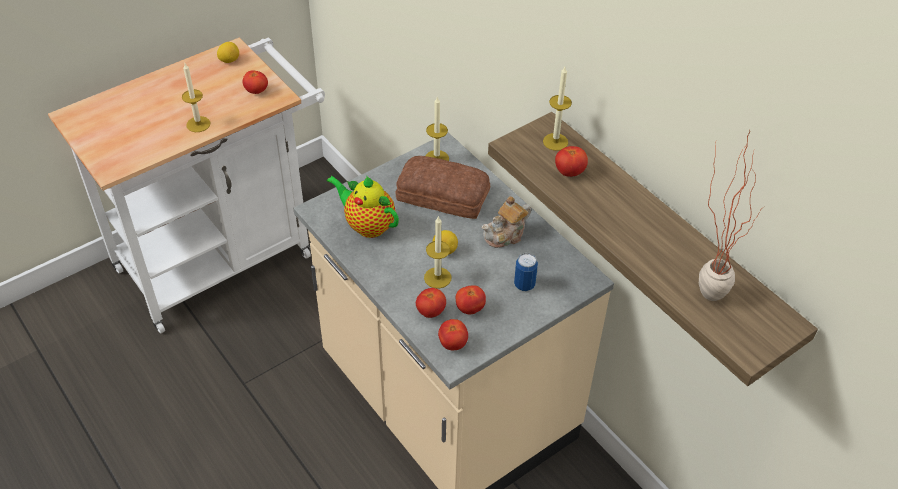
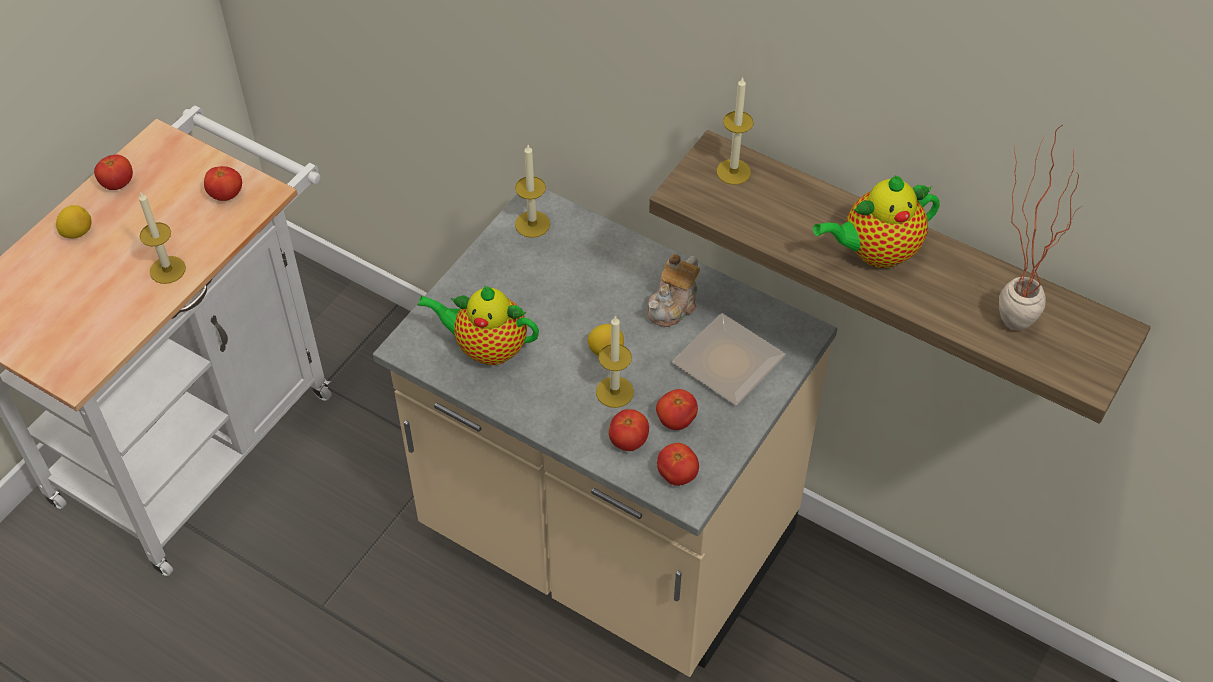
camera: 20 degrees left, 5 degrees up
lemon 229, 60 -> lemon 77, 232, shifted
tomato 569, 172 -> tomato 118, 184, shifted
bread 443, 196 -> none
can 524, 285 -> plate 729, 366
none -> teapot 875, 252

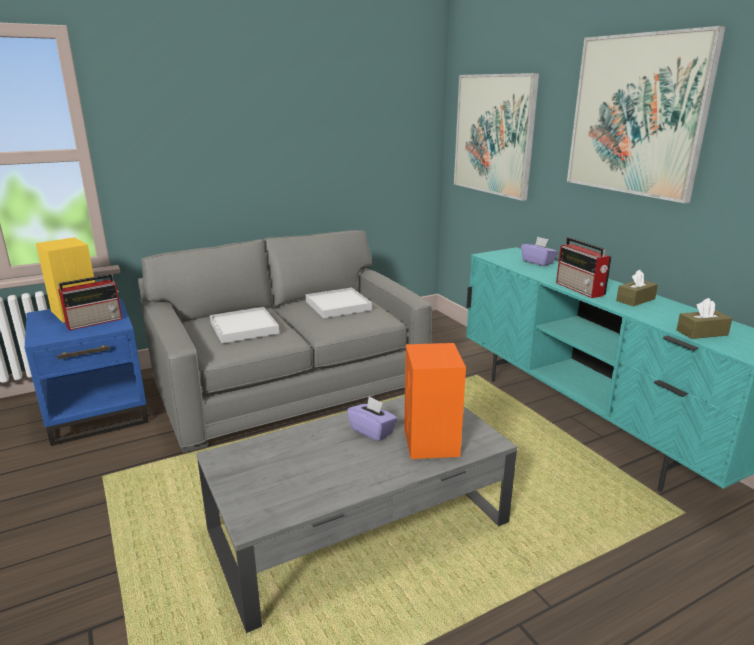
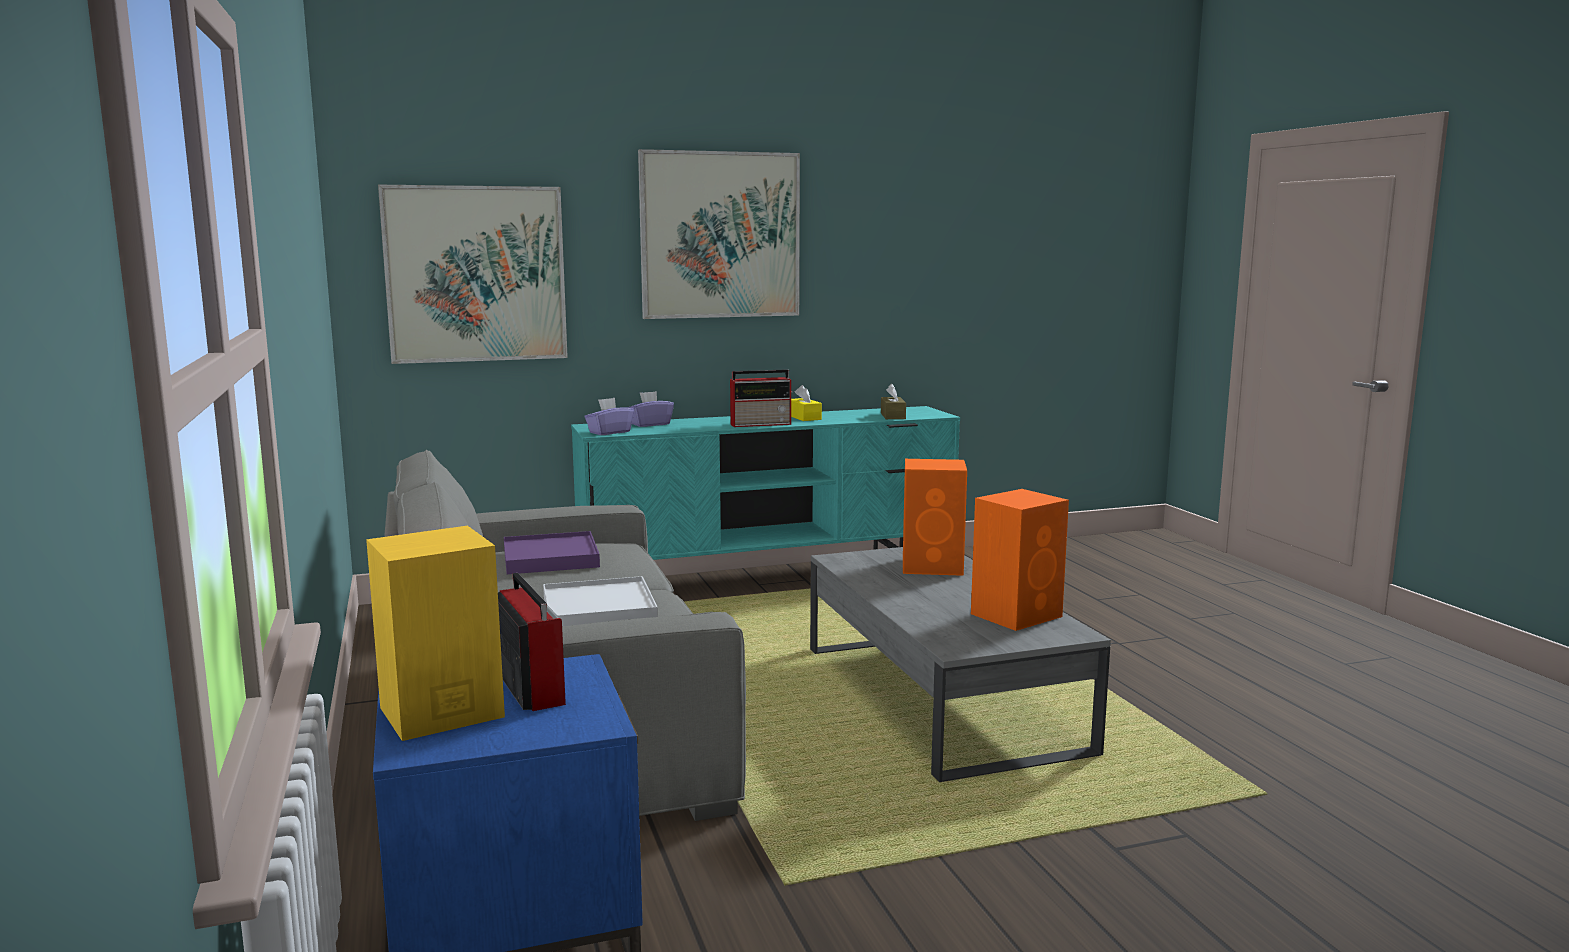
camera: 80 degrees left, 10 degrees down
brown tissue box 635, 300 -> yellow tissue box 804, 417
white tray 338, 305 -> purple tray 550, 558
purple tissue box 372, 431 -> purple tissue box 609, 432, shifted
none -> orange speaker 1017, 615

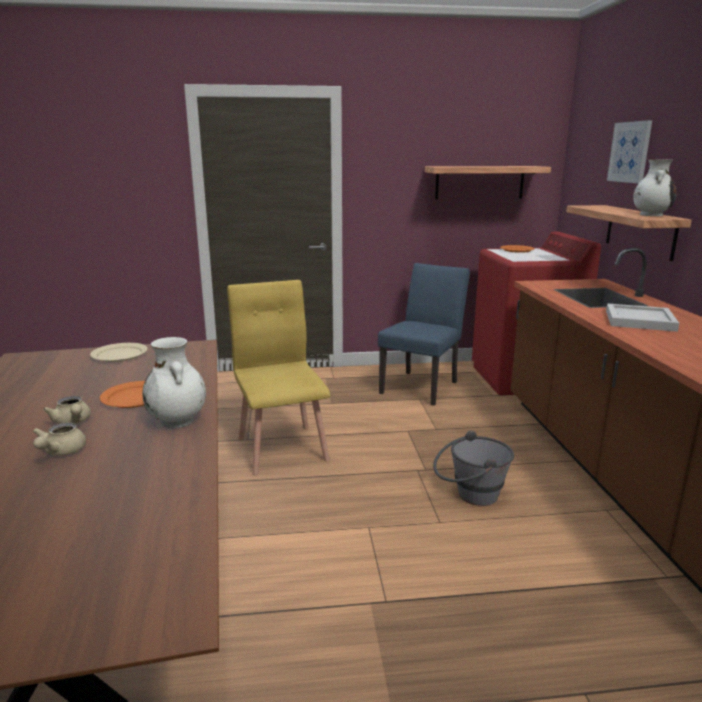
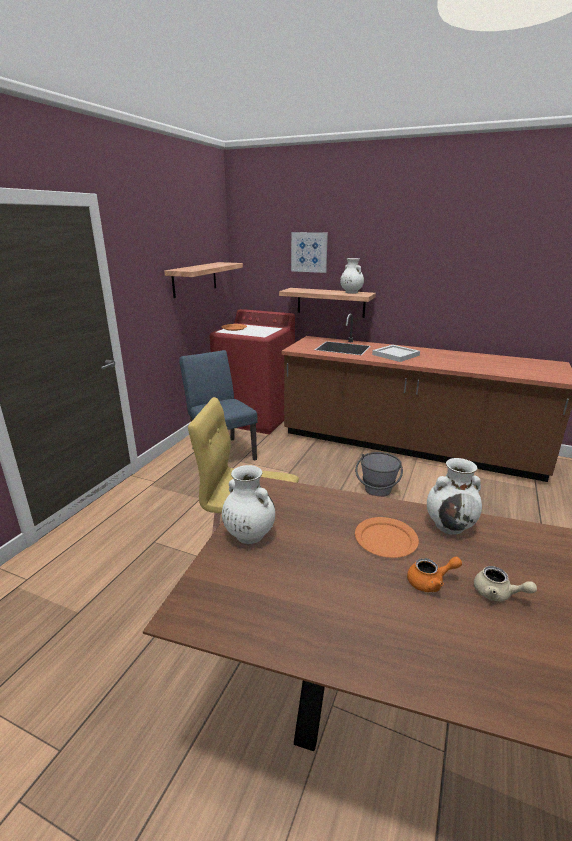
camera: 60 degrees left, 5 degrees up
beige plate 119, 354 -> white vase 249, 534
beige teapot 72, 422 -> orange teapot 430, 582

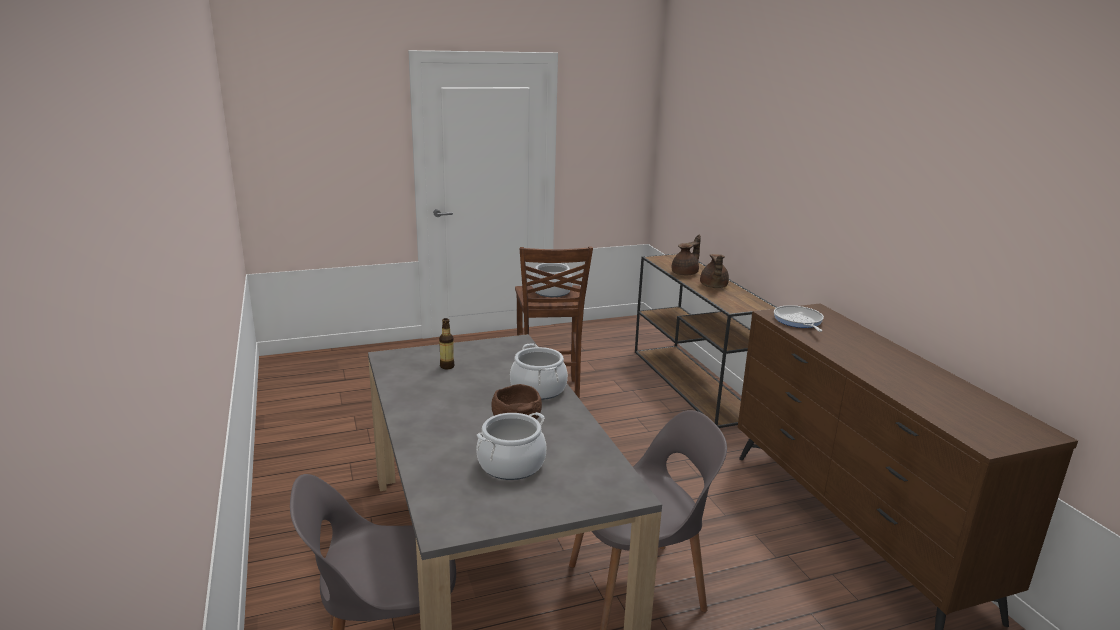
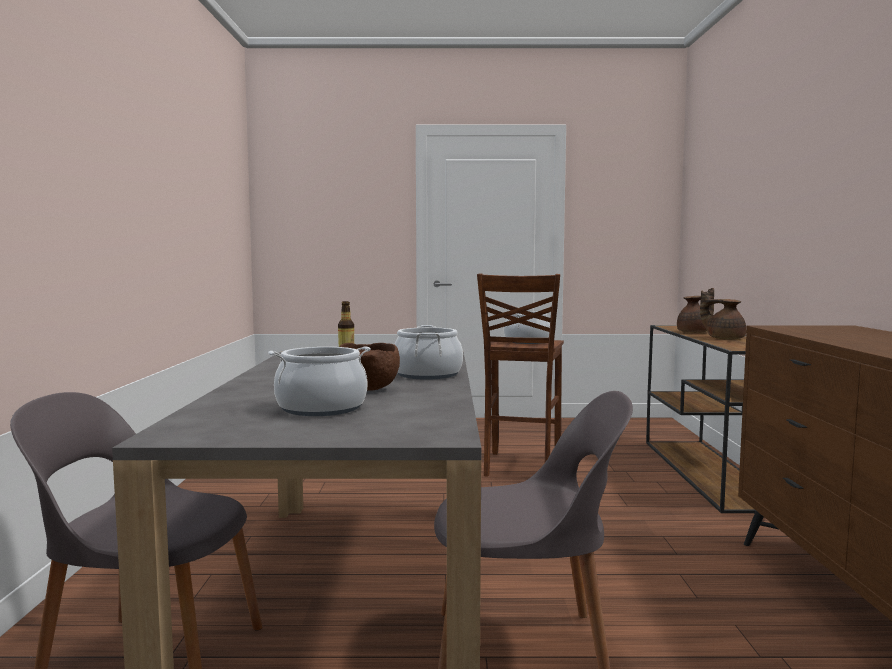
camera: 20 degrees right, 15 degrees down
brown teapot 713, 286 -> brown teapot 724, 338, 105 degrees clockwise
frying pan 798, 321 -> none

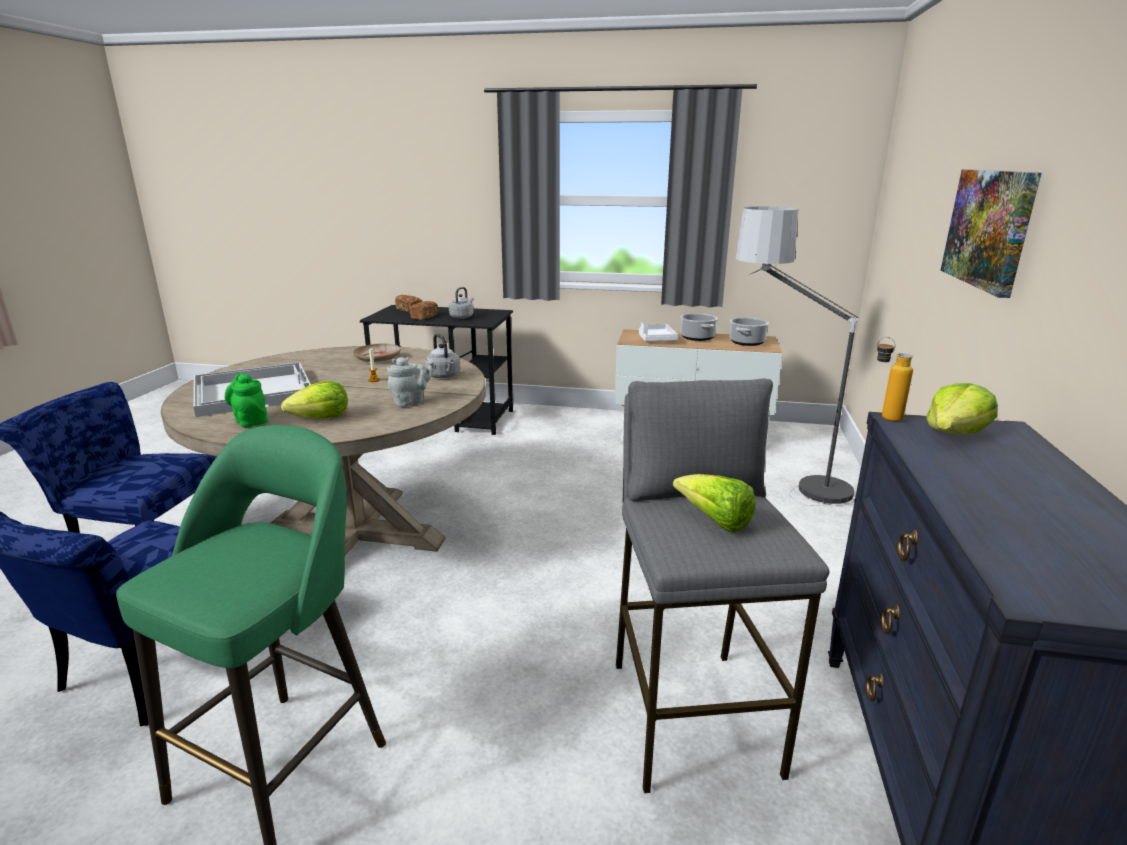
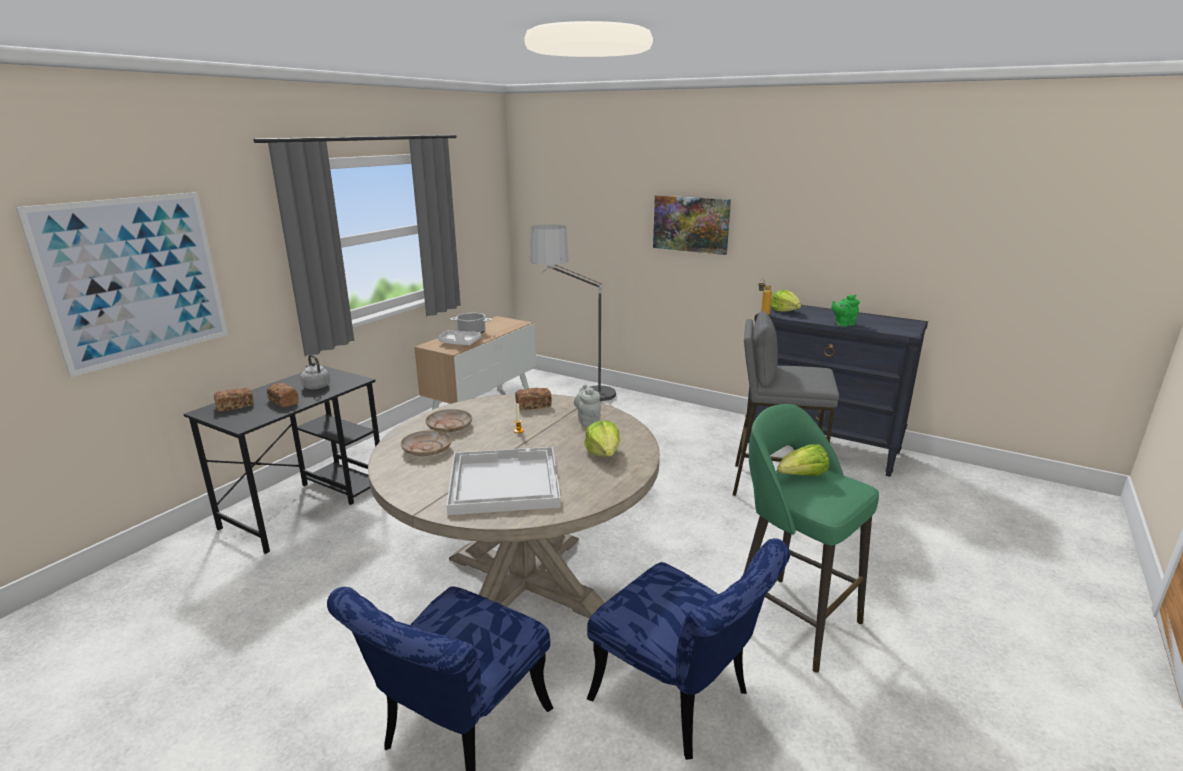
camera: 70 degrees left, 0 degrees up
cooking pot 746, 342 -> none
grey kettle 444, 376 -> bread 533, 405
green teapot 250, 421 -> green teapot 843, 324, shifted
lettuce 714, 521 -> lettuce 802, 477, shifted
none -> picture 136, 279
none -> beige plate 427, 449

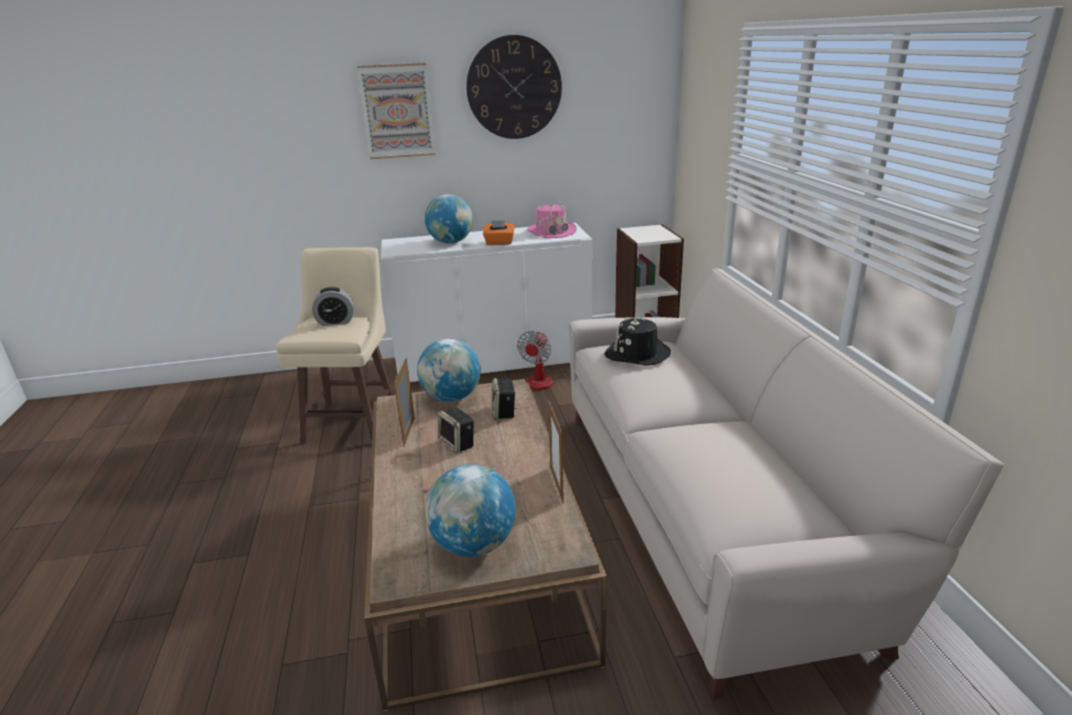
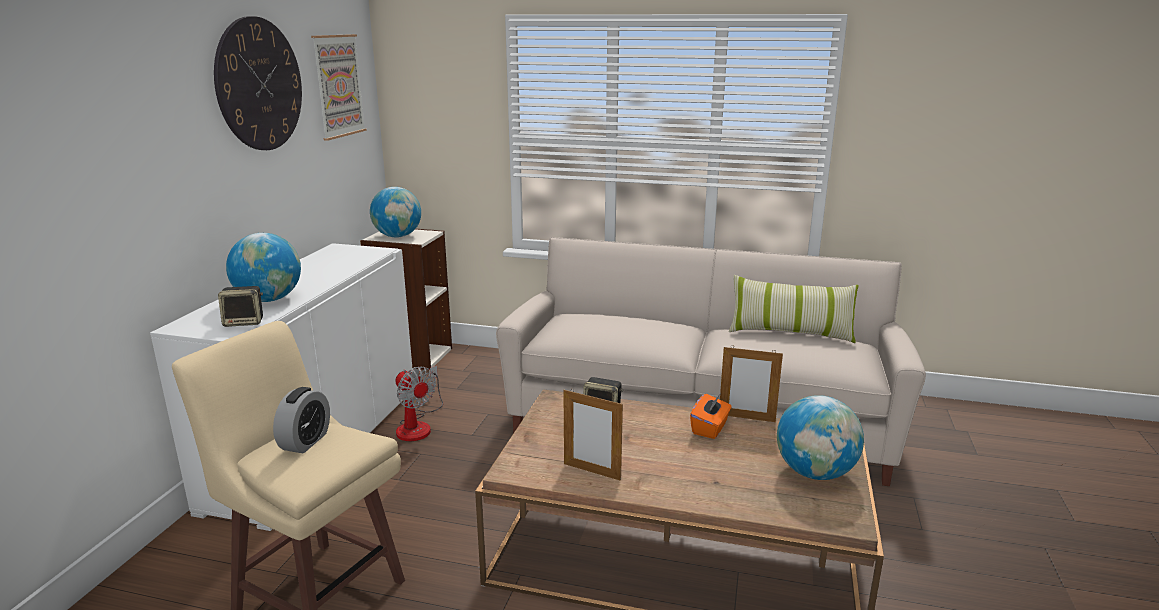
camera: 65 degrees left, 5 degrees down
picture 397, 111 -> picture 338, 86, shifted
pink hat 551, 232 -> none
orange tissue box 499, 243 -> orange tissue box 710, 428, shifted
black hat 637, 354 -> none
globe 452, 397 -> globe 398, 236, shifted
speaker 458, 444 -> speaker 245, 322, shifted
none -> pillow 790, 332

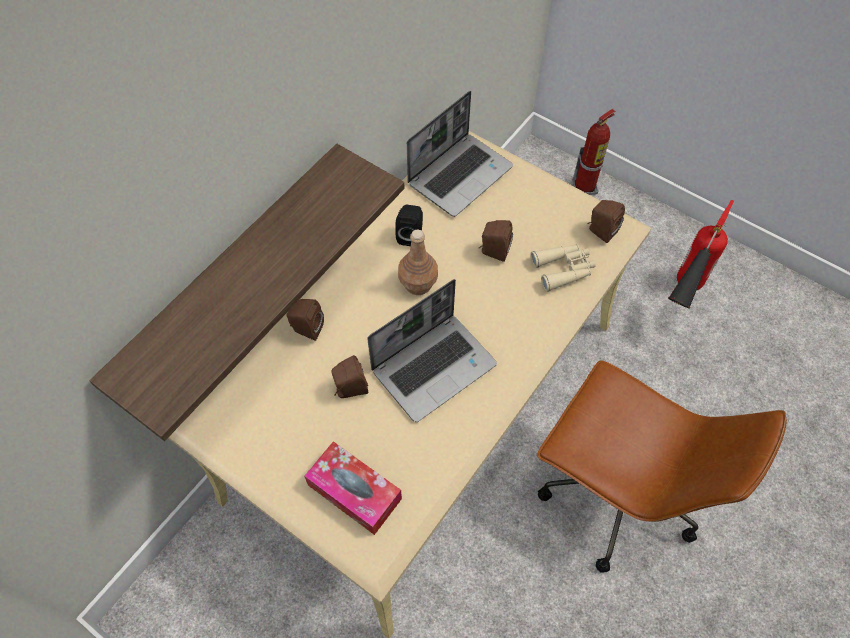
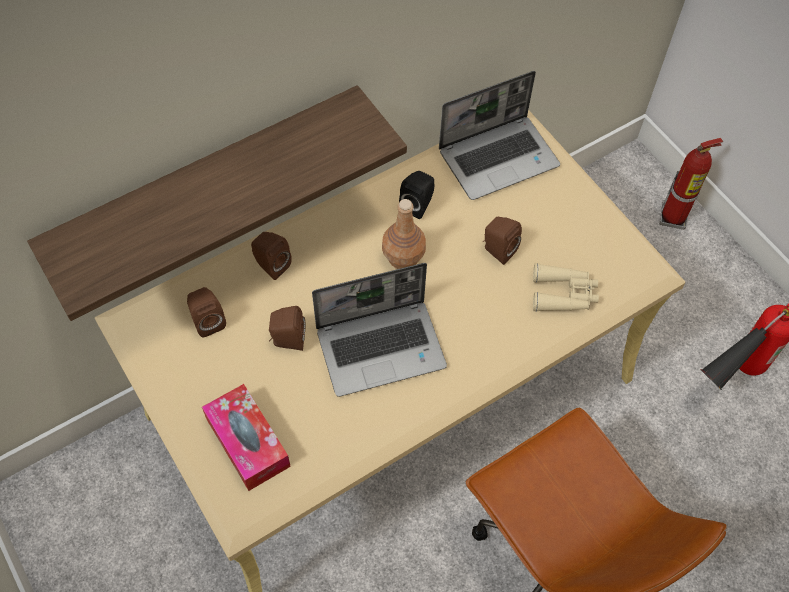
camera: 20 degrees right, 0 degrees up
brown speaker 600, 231 -> brown speaker 208, 321, shifted

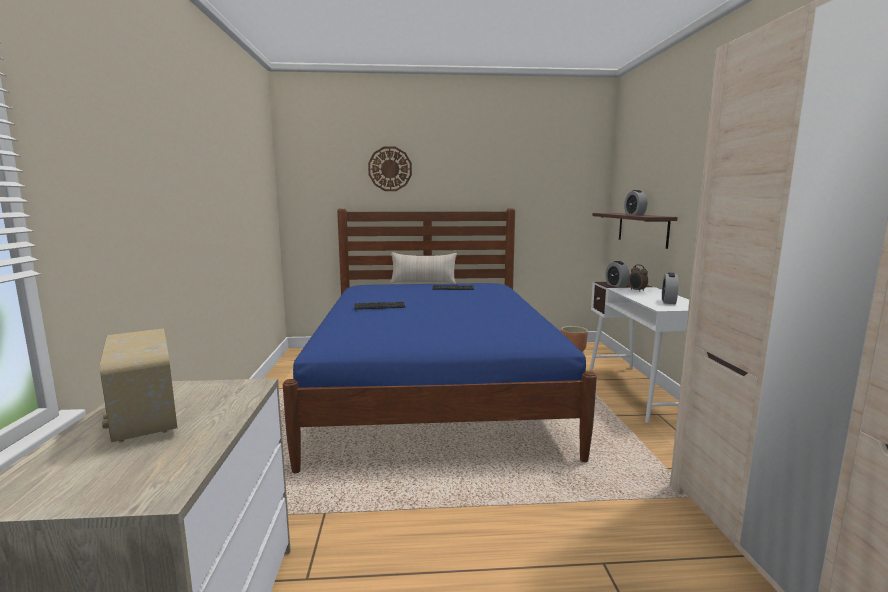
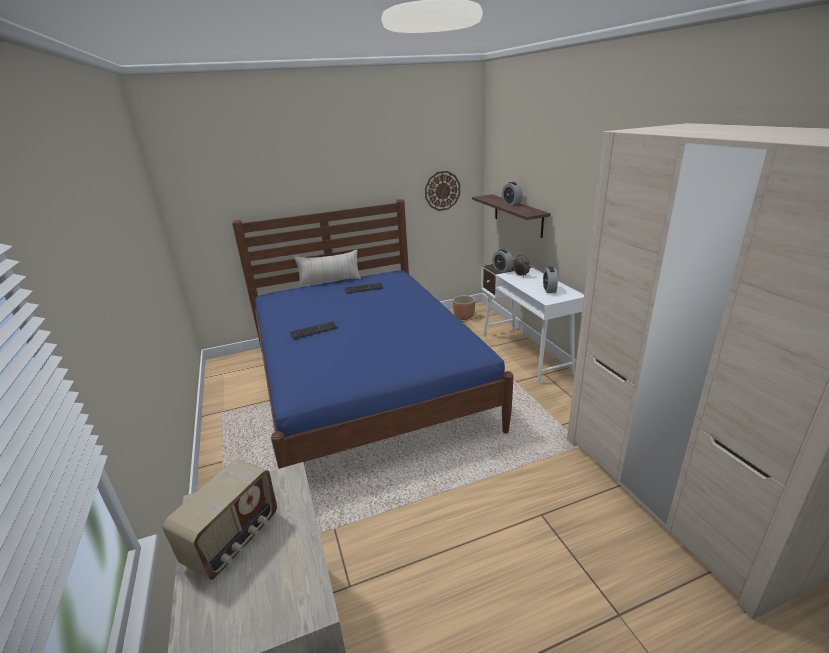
camera: 15 degrees left, 15 degrees up
wall clock 390, 169 -> wall clock 442, 191, shifted
radio 143, 420 -> radio 234, 540, 105 degrees counterclockwise

